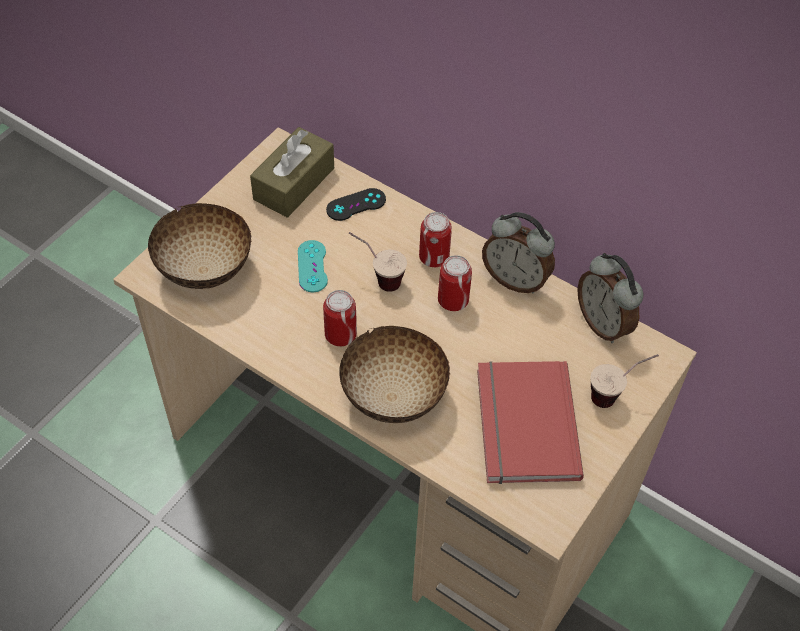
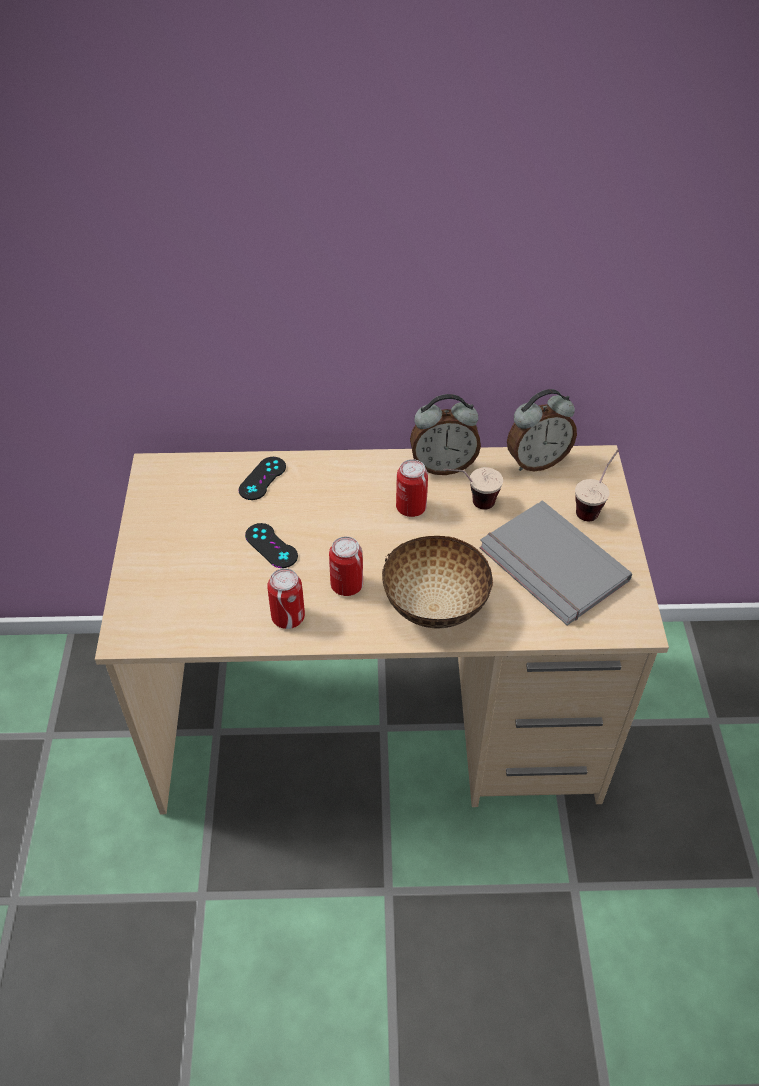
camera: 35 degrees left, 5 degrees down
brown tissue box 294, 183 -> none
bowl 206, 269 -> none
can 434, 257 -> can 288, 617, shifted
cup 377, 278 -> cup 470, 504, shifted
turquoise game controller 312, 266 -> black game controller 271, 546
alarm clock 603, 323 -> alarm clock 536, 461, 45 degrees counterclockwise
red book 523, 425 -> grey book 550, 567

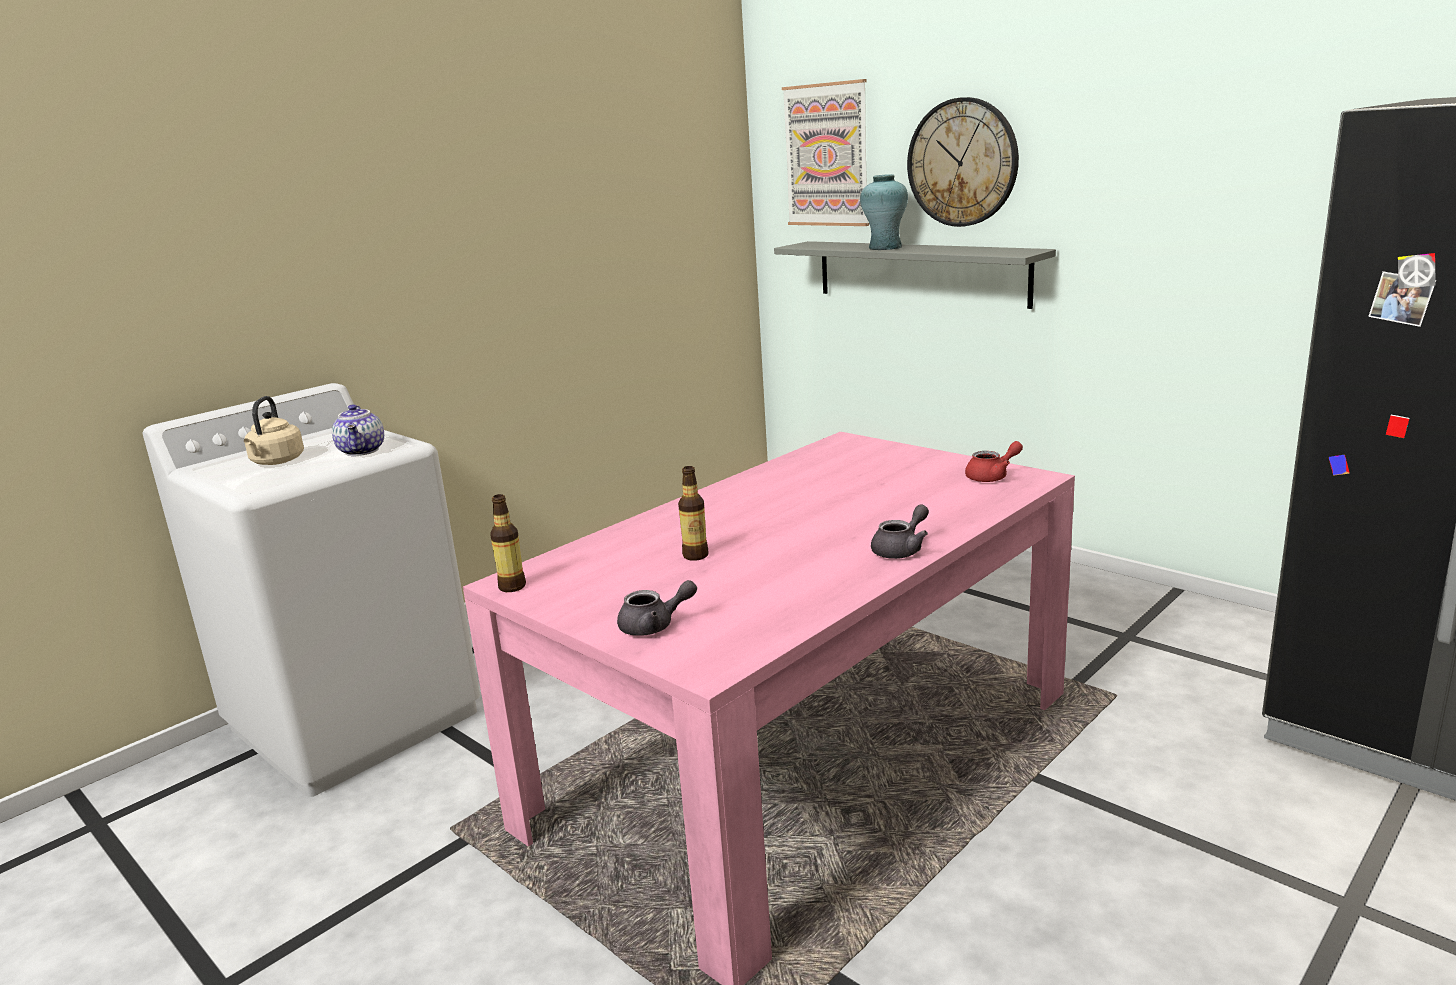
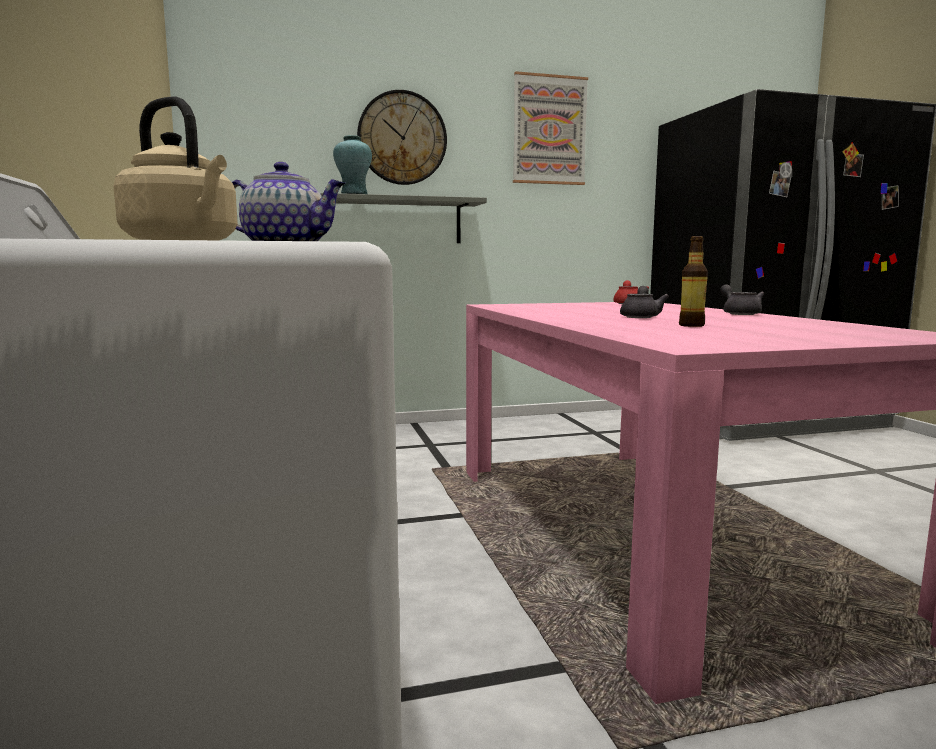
camera: 60 degrees left, 10 degrees down
picture 827, 155 -> picture 549, 130, shifted
bottle 512, 587 -> none
grey teapot 654, 626 -> grey teapot 641, 316, shifted

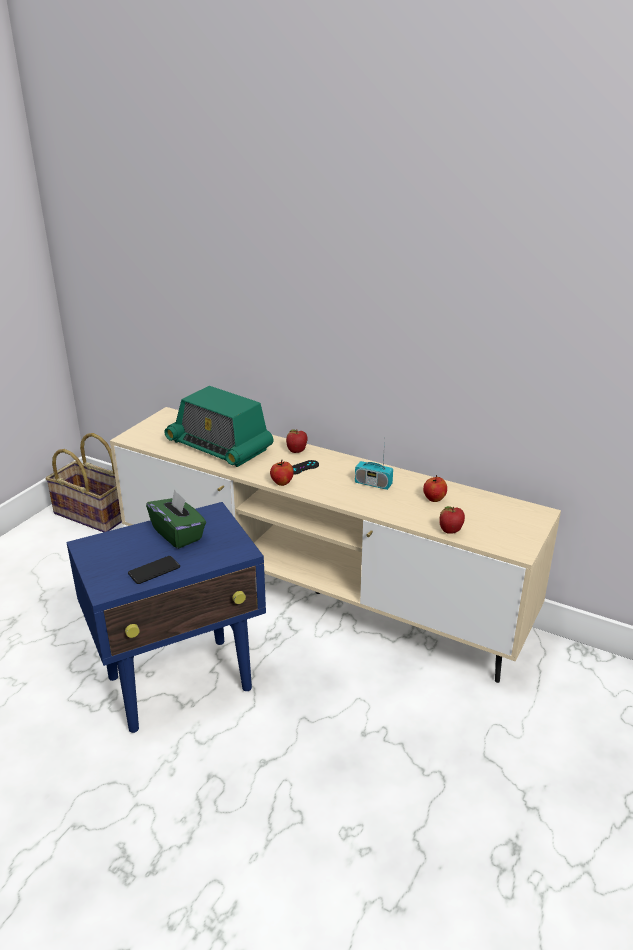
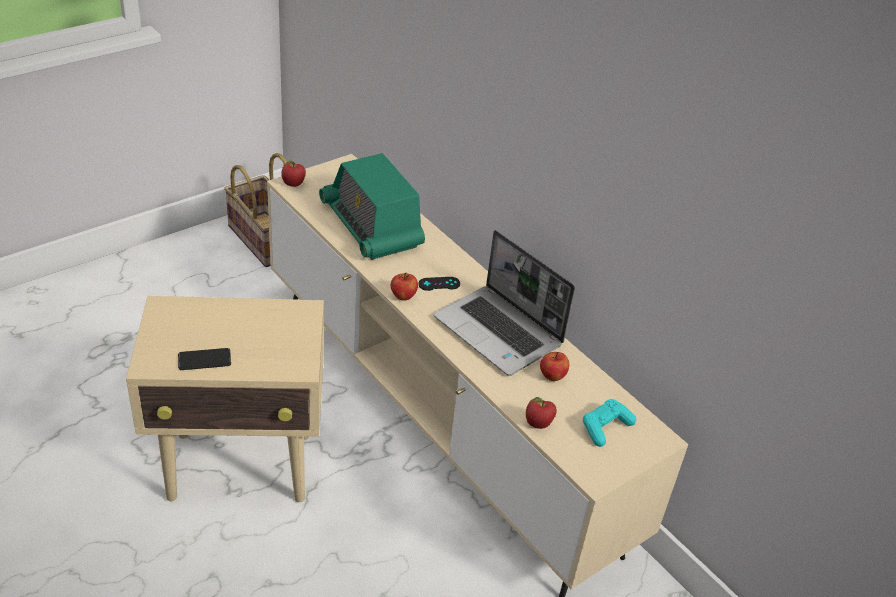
camera: 20 degrees right, 10 degrees up
apple 297, 451 -> apple 293, 185, shifted
radio 373, 484 -> laptop 500, 332
green tissue box 178, 534 -> none
blue side table 181, 683 -> beige side table 242, 467
none -> turquoise game controller 605, 427

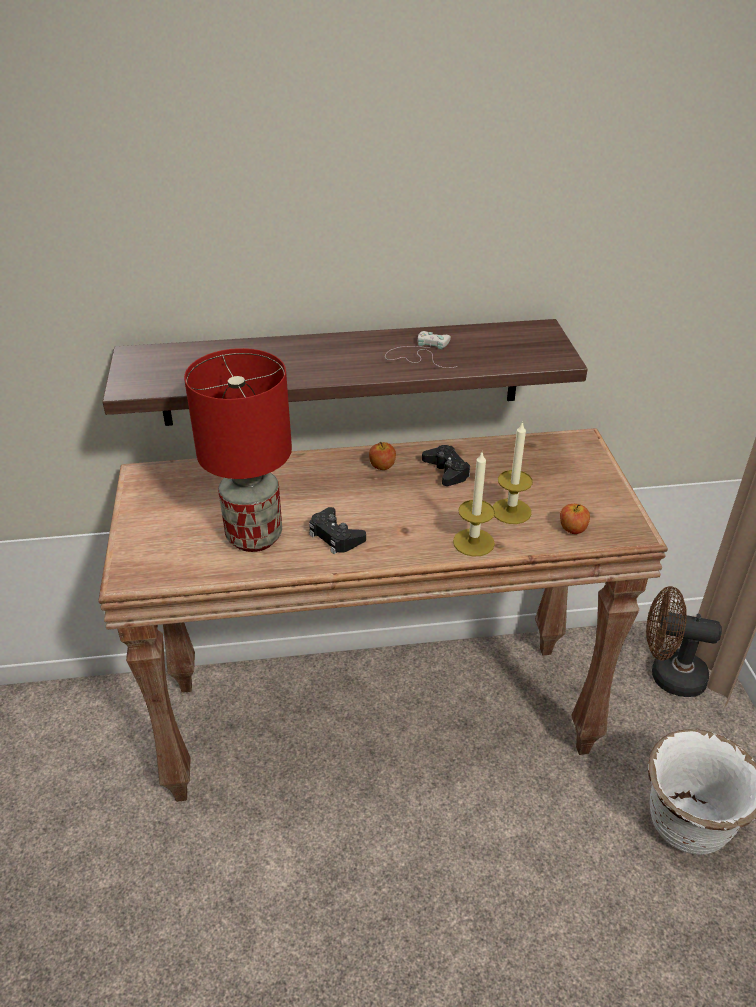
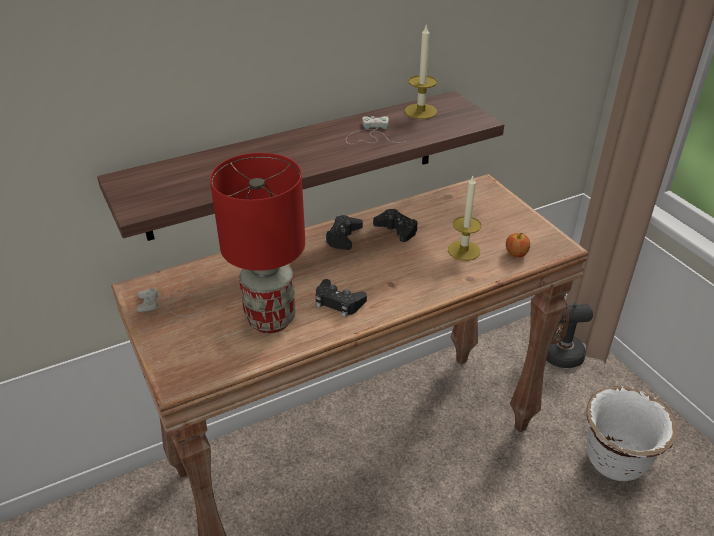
camera: 20 degrees left, 0 degrees up
apple 382, 466 -> black game controller 343, 237
candle 473, 542 -> candle 420, 111, shifted
none -> white game controller 172, 303

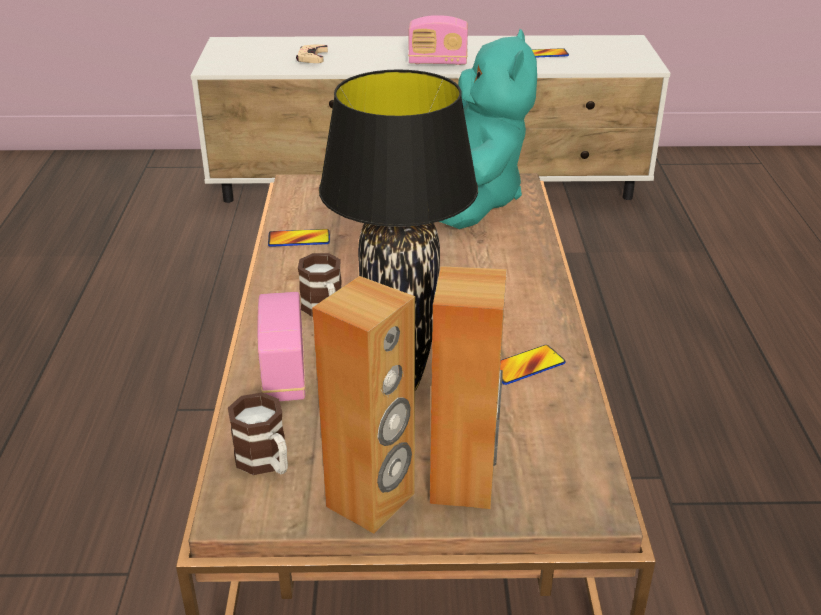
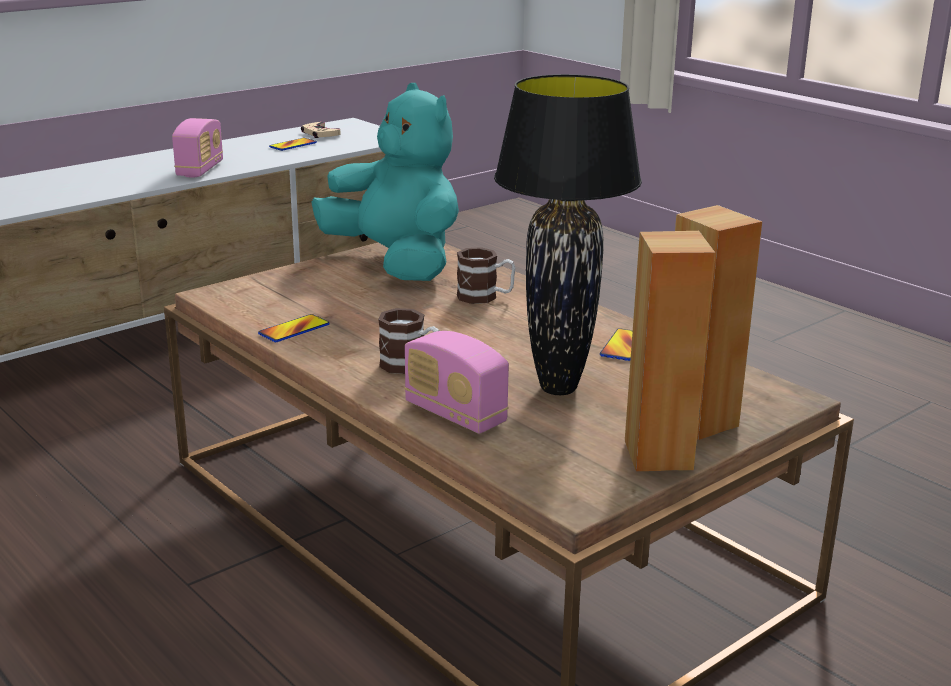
camera: 40 degrees left, 10 degrees down
radio 437, 62 -> radio 200, 170, 45 degrees counterclockwise
beige game controller 312, 57 -> beige game controller 320, 134, shifted
mug 266, 462 -> mug 485, 297, shifted

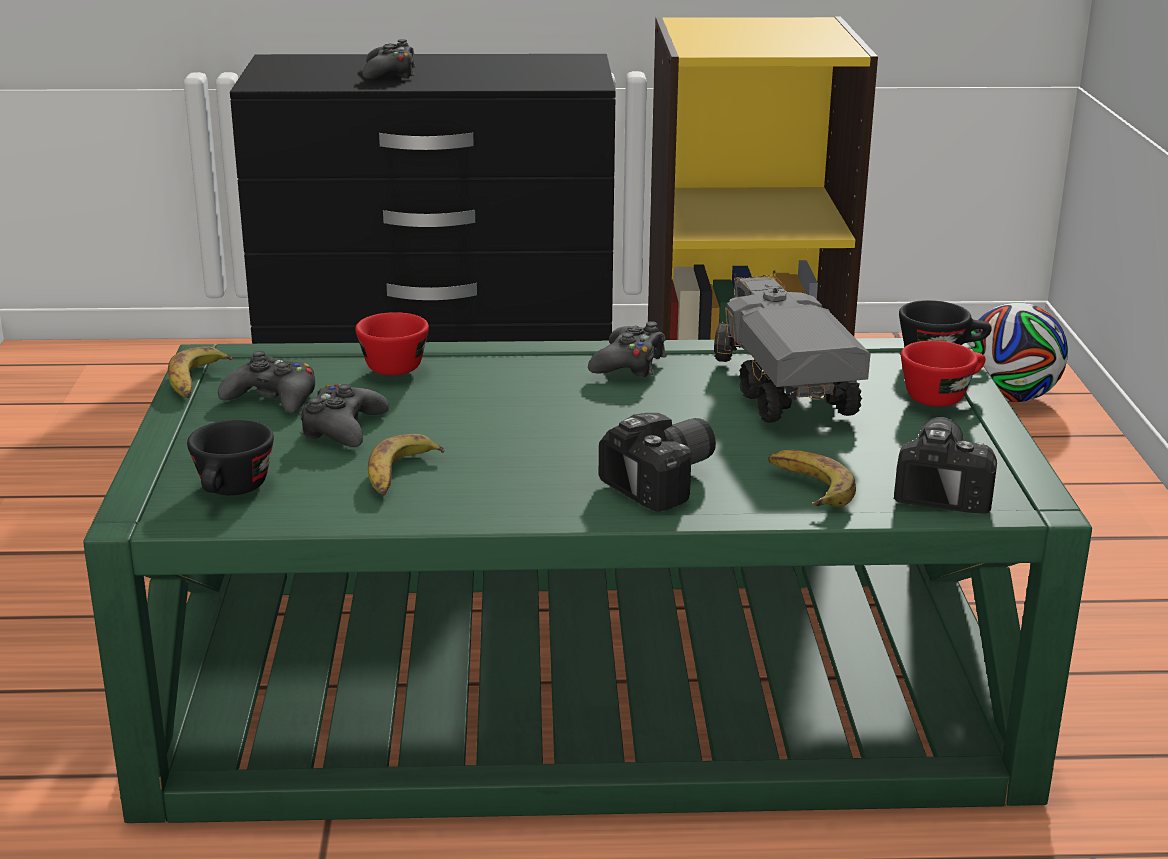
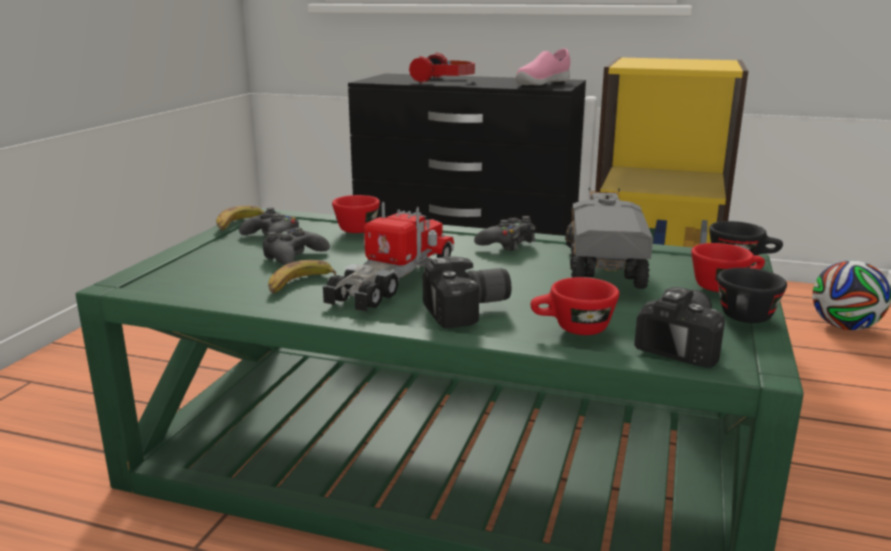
camera: 20 degrees right, 5 degrees down
black game controller 390, 73 -> headphones 445, 80
black cup 231, 491 -> black cup 745, 320, shifted
banana 808, 487 -> red cup 572, 329
none -> pink shoe 542, 84
none -> toy truck 393, 280

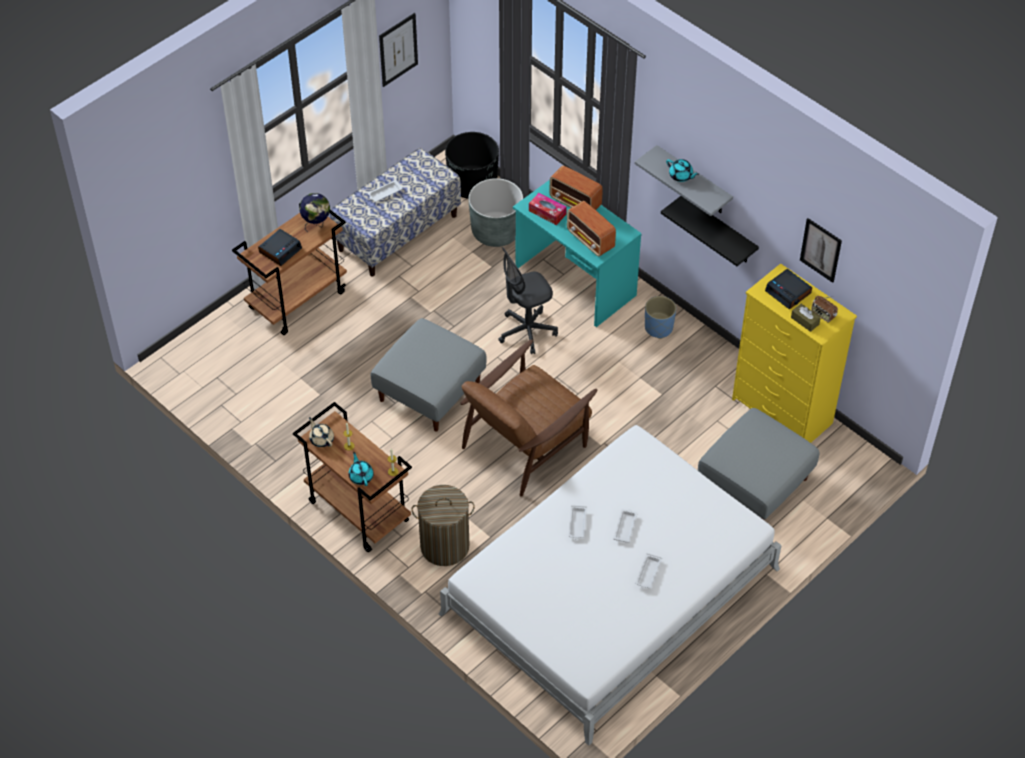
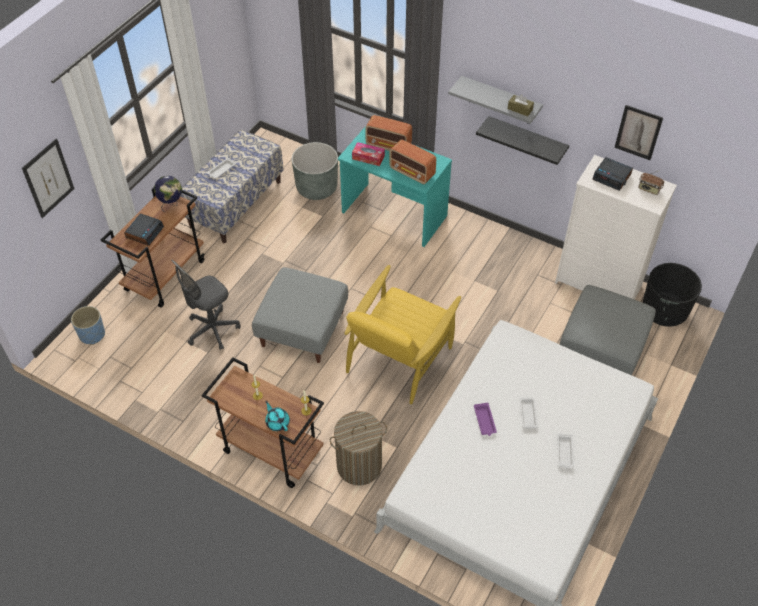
camera: 15 degrees left, 0 degrees up
picture 398, 49 -> picture 48, 178, shifted
black planter 472, 184 -> black planter 664, 311, shifted
turquoise teapot 681, 176 -> none
grey office chair 527, 331 -> grey office chair 212, 330, shifted
yellow dresser 782, 412 -> white dresser 599, 285
blue planter 659, 328 -> blue planter 92, 334, shifted
brown tissue box 805, 321 -> brown tissue box 520, 109, shifted
brown armchair 526, 443 -> yellow armchair 399, 356
beige teapot 321, 439 -> none
white tray 577, 524 -> purple tray 485, 421

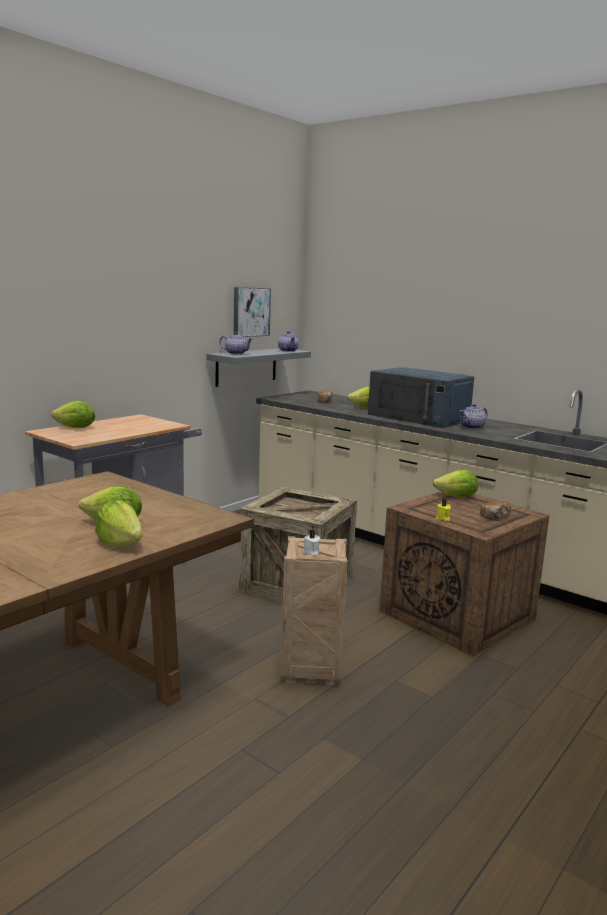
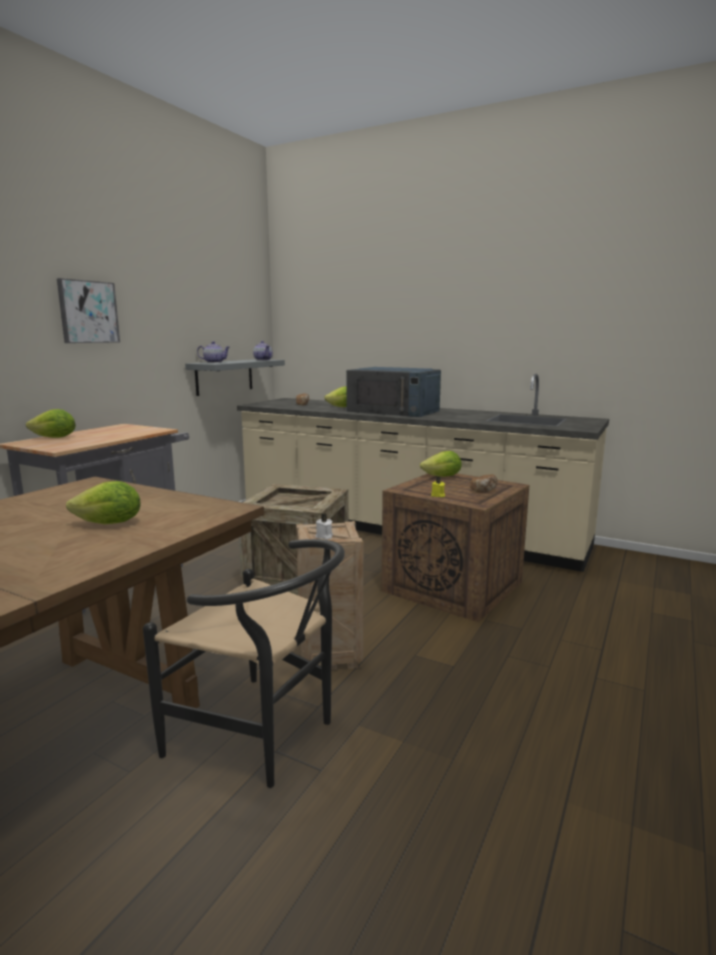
camera: 10 degrees left, 0 degrees up
picture 250, 312 -> picture 88, 312, shifted
teapot 472, 427 -> none
lettuce 120, 544 -> none
none -> black chair 264, 736

